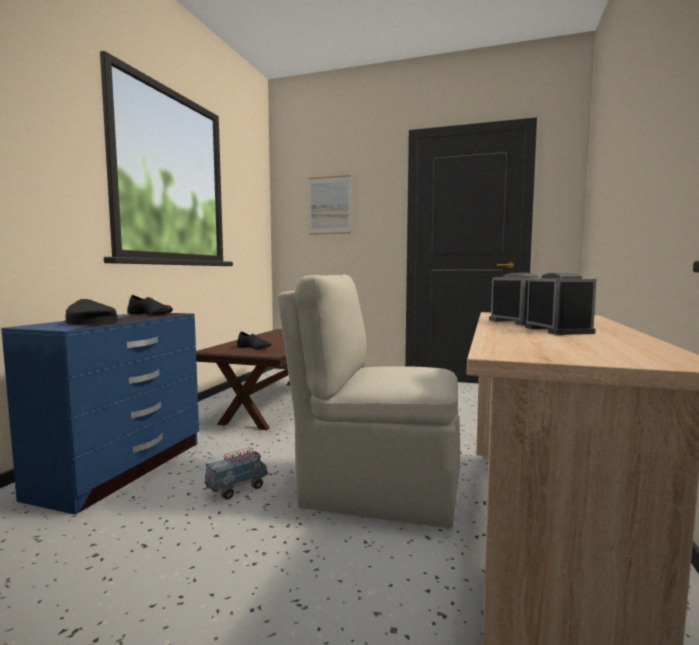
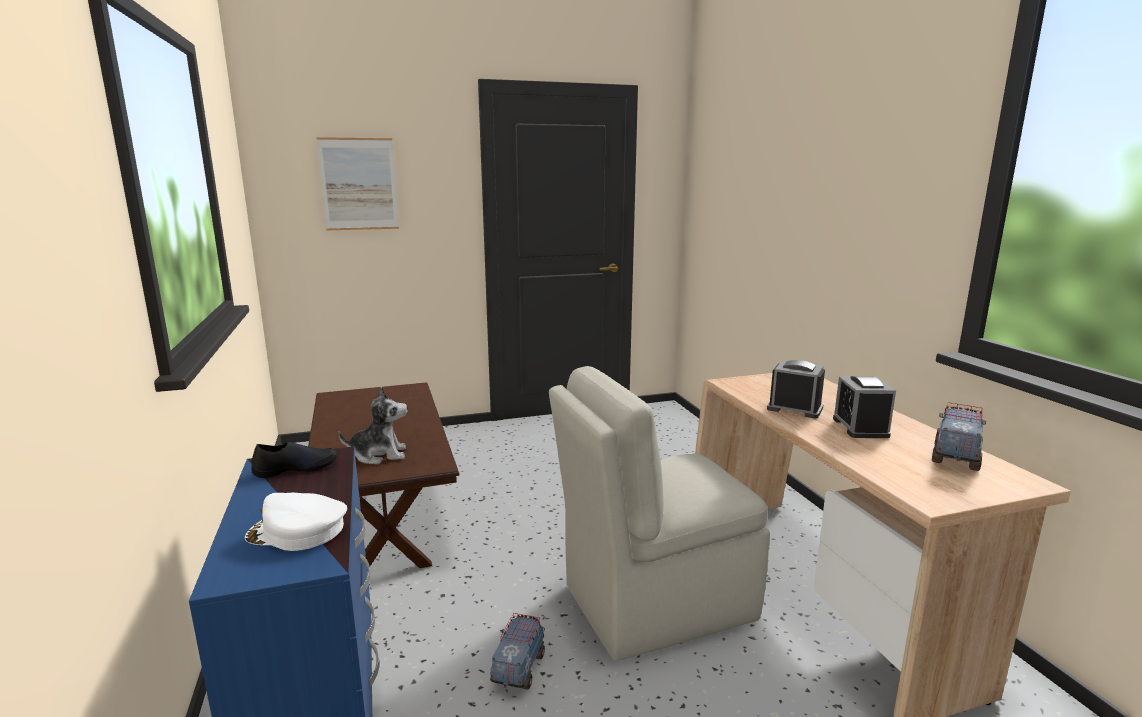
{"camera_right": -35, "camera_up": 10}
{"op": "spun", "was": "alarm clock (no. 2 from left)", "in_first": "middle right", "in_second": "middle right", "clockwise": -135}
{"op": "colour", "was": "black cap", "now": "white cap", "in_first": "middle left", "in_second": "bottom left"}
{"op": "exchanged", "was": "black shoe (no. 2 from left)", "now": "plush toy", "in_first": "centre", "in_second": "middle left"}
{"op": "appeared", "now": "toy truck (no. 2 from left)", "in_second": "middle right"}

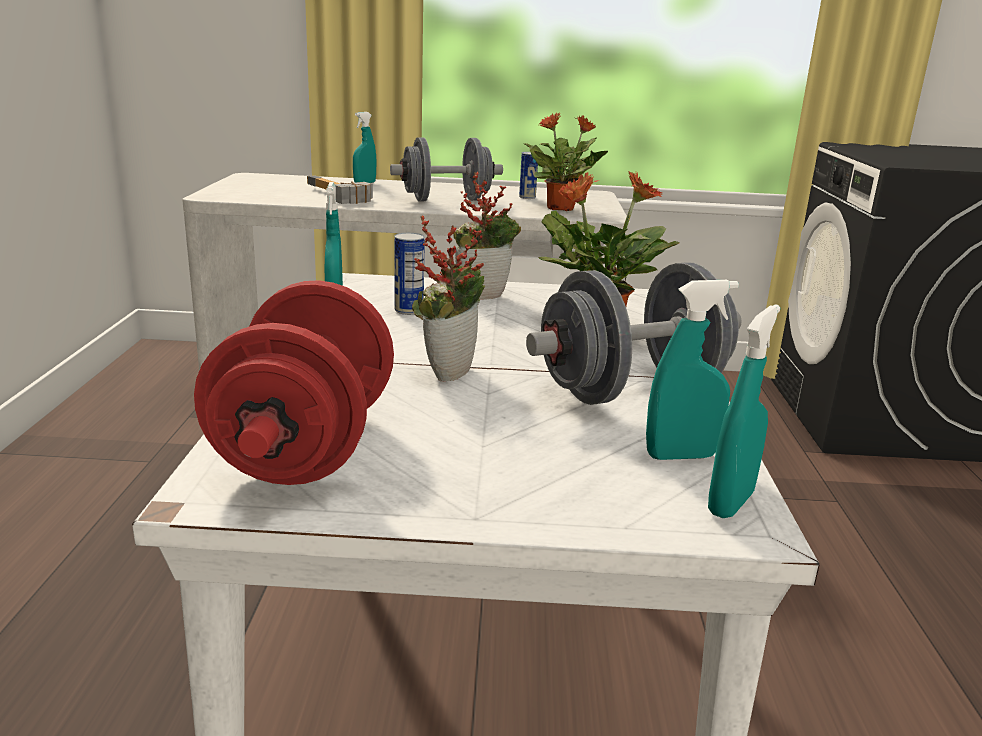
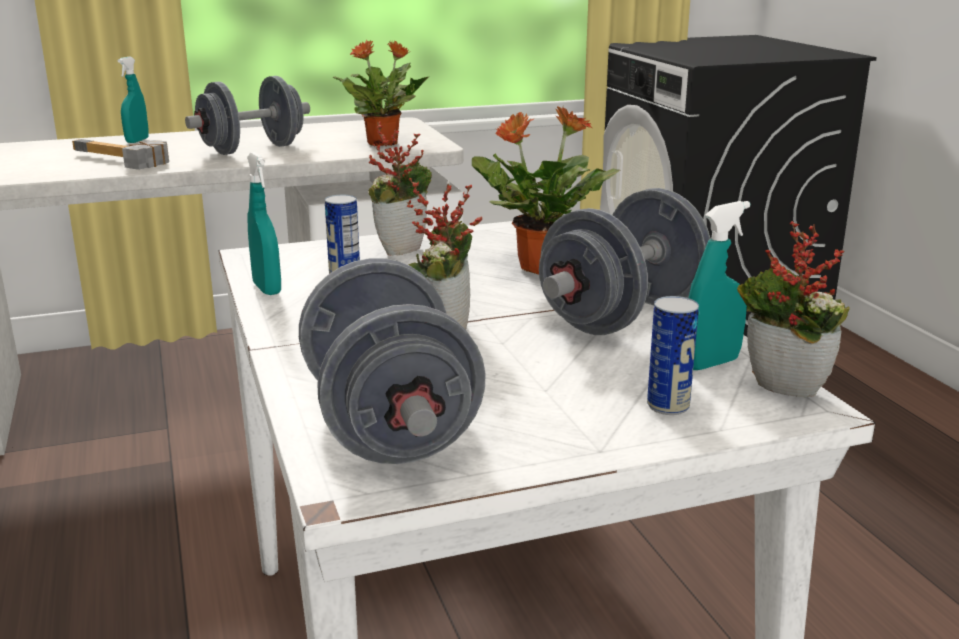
{"camera_right": -20, "camera_up": 0}
{"op": "relocated", "was": "can (no. 2 from left)", "in_first": "top centre", "in_second": "middle right"}
{"op": "colour", "was": "red dumbbell", "now": "grey dumbbell (no. 2 from left)", "in_first": "middle left", "in_second": "centre"}
{"op": "exchanged", "was": "turquoise spray bottle (no. 4 from left)", "now": "potted plant (no. 5 from left)", "in_first": "middle right", "in_second": "middle right"}

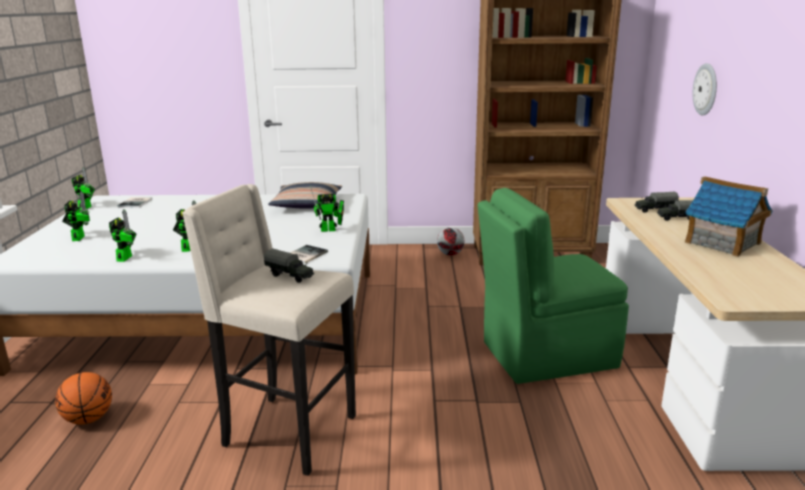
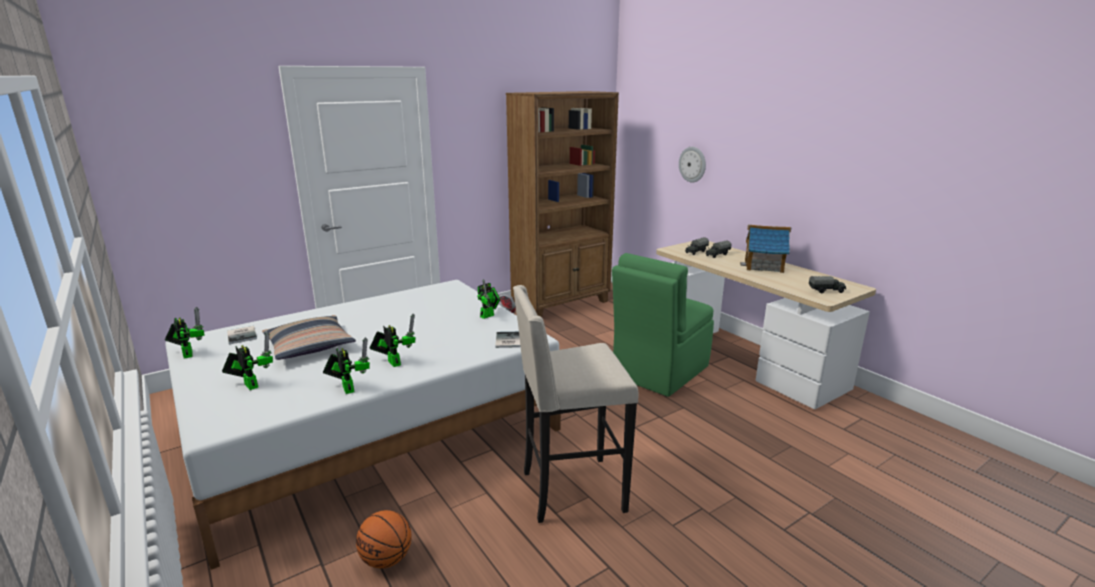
{"camera_right": -35, "camera_up": 0}
{"op": "relocated", "was": "pillow", "in_first": "centre", "in_second": "middle left"}
{"op": "relocated", "was": "toy truck (no. 1 from left in the first image)", "now": "toy truck (no. 3 from left)", "in_first": "centre", "in_second": "middle right"}

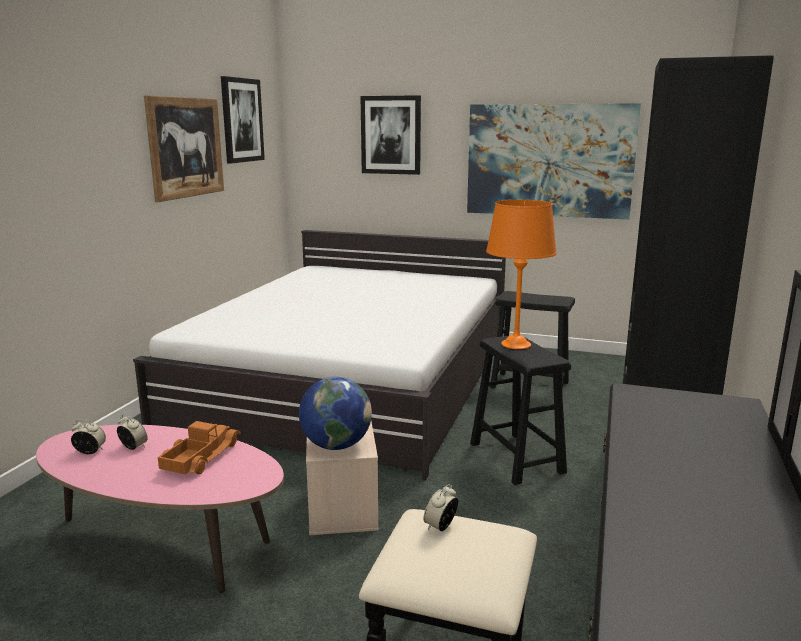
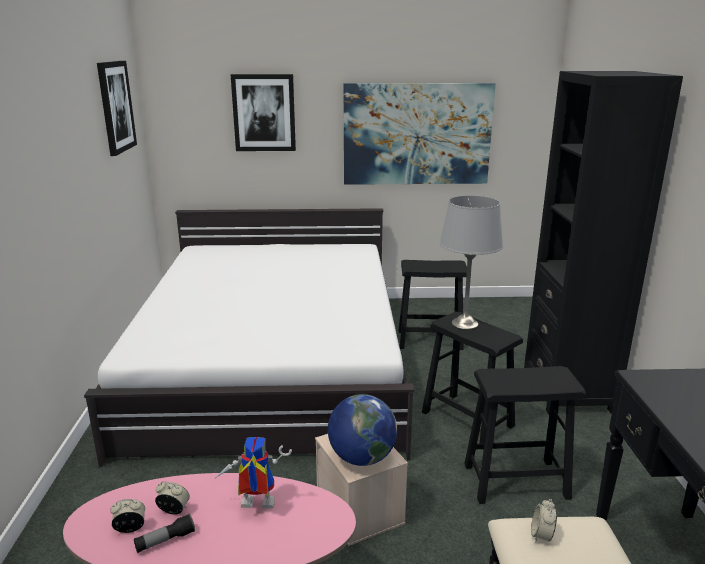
{"camera_right": -20, "camera_up": 5}
{"op": "missing", "was": "picture (no. 1 from left)", "in_first": "top left"}
{"op": "colour", "was": "orange table lamp", "now": "grey table lamp", "in_first": "centre", "in_second": "middle right"}
{"op": "exchanged", "was": "toy truck", "now": "toy robot", "in_first": "bottom left", "in_second": "bottom centre"}
{"op": "appeared", "now": "black stool (no. 3 from left)", "in_second": "bottom right"}
{"op": "appeared", "now": "flashlight", "in_second": "bottom left"}

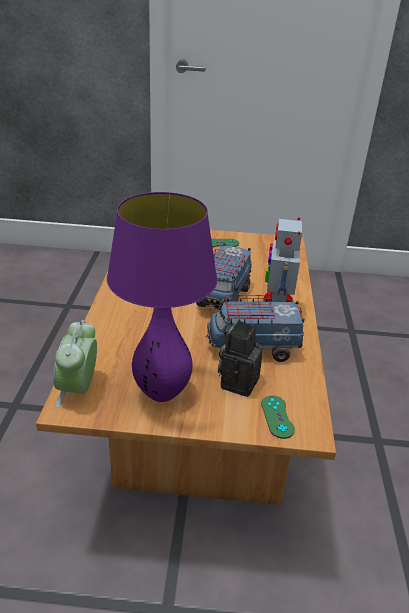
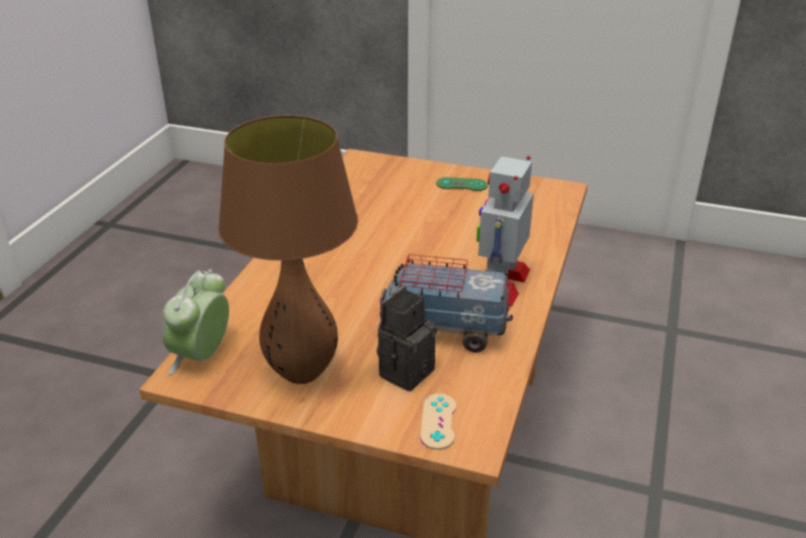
{"camera_right": 15, "camera_up": 0}
{"op": "colour", "was": "purple table lamp", "now": "brown table lamp", "in_first": "centre", "in_second": "centre"}
{"op": "missing", "was": "toy truck (no. 1 from left)", "in_first": "centre"}
{"op": "colour", "was": "green game controller (no. 2 from left)", "now": "beige game controller", "in_first": "bottom right", "in_second": "bottom centre"}

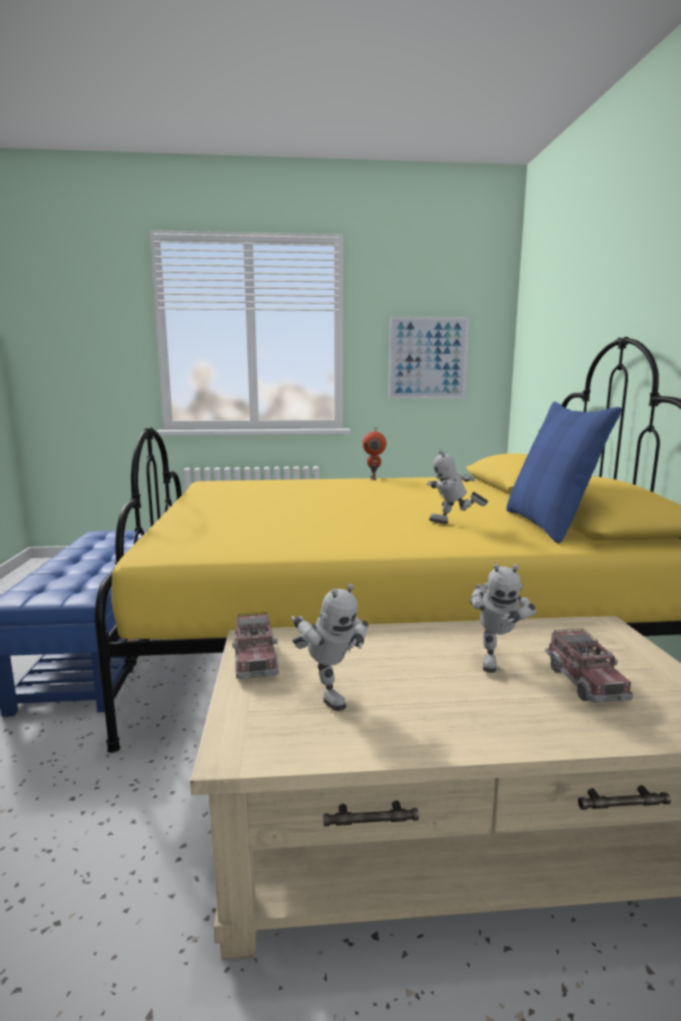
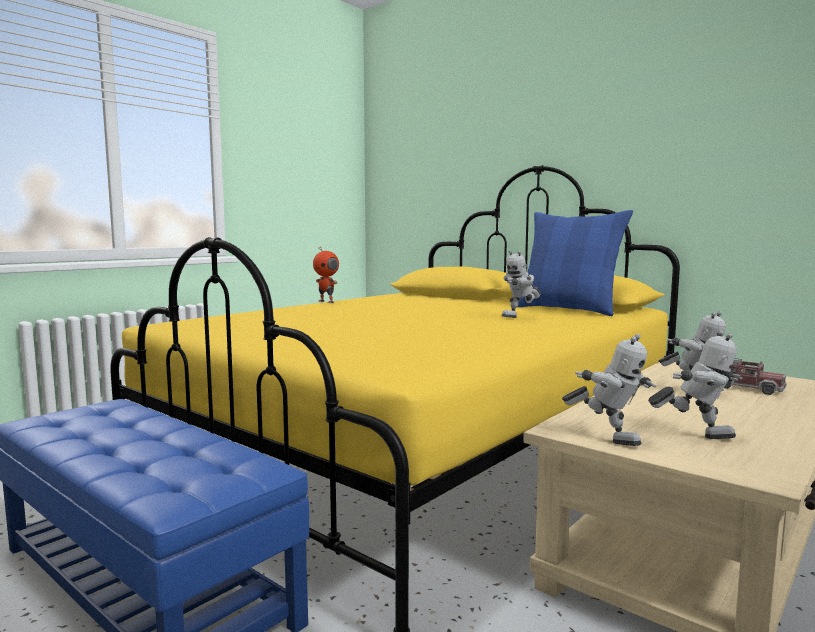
{"camera_right": -45, "camera_up": -5}
{"op": "missing", "was": "picture", "in_first": "centre"}
{"op": "exchanged", "was": "toy truck (no. 1 from left)", "now": "toy robot (no. 3 from left)", "in_first": "centre", "in_second": "middle right"}

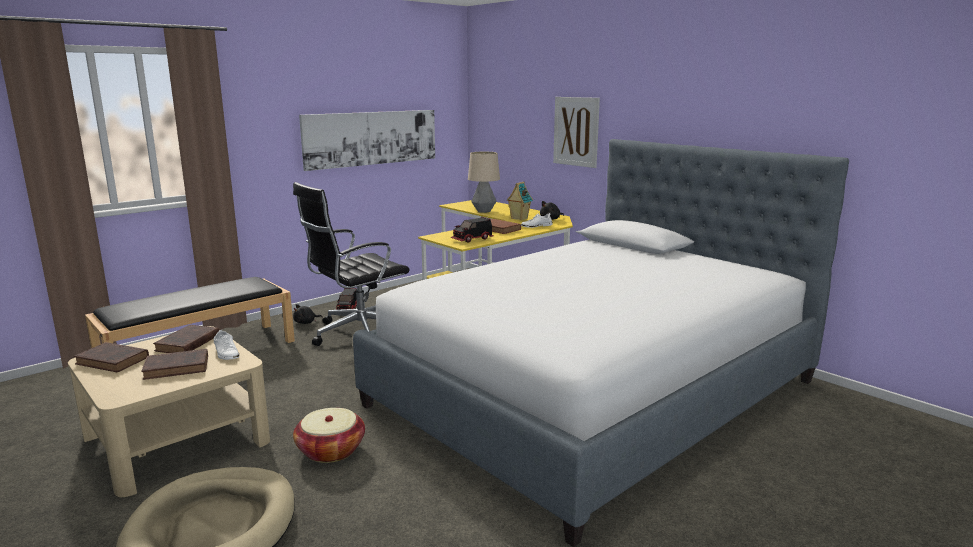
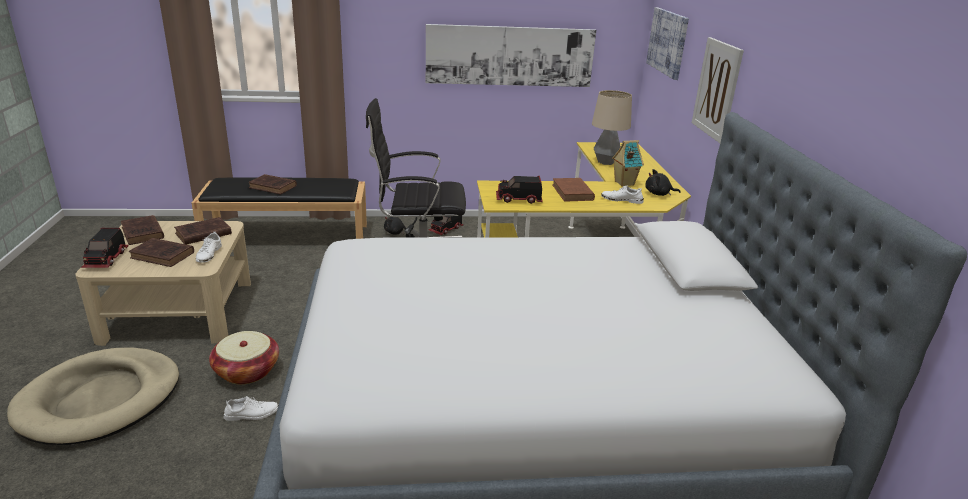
{"camera_right": 35, "camera_up": 10}
{"op": "appeared", "now": "picture (no. 2 from left)", "in_second": "top right"}
{"op": "appeared", "now": "brown book (no. 4 from left)", "in_second": "middle left"}
{"op": "appeared", "now": "toy truck (no. 1 from left)", "in_second": "middle left"}
{"op": "appeared", "now": "white shoe (no. 2 from left)", "in_second": "bottom left"}

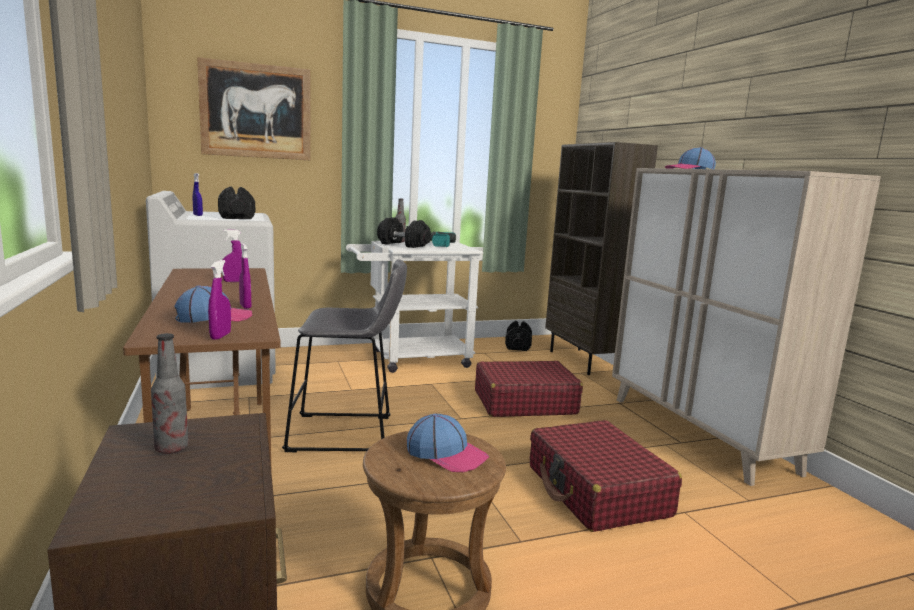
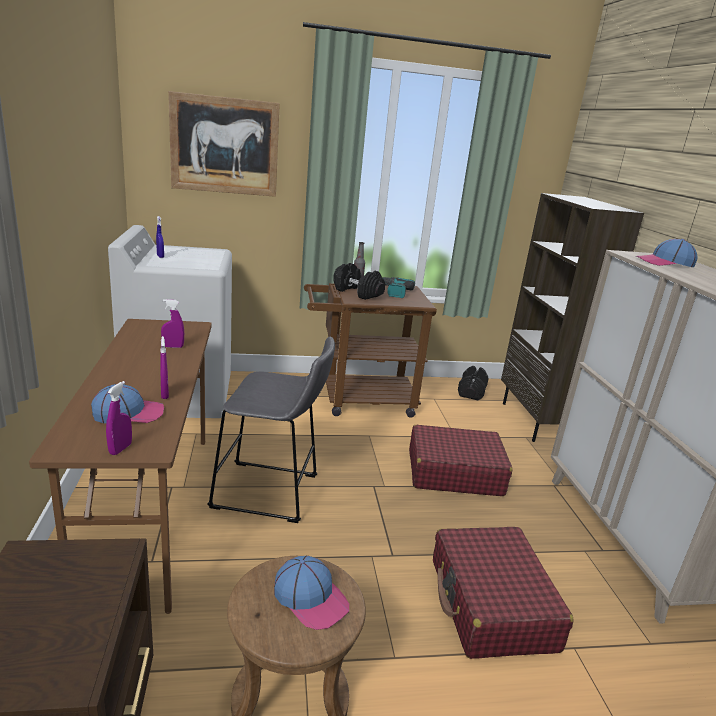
{"camera_right": 10, "camera_up": 10}
{"op": "missing", "was": "black dumbbell (no. 1 from left)", "in_first": "top left"}
{"op": "colour", "was": "white cart", "now": "brown cart", "in_first": "centre", "in_second": "centre"}
{"op": "missing", "was": "bottle (no. 1 from left)", "in_first": "middle left"}

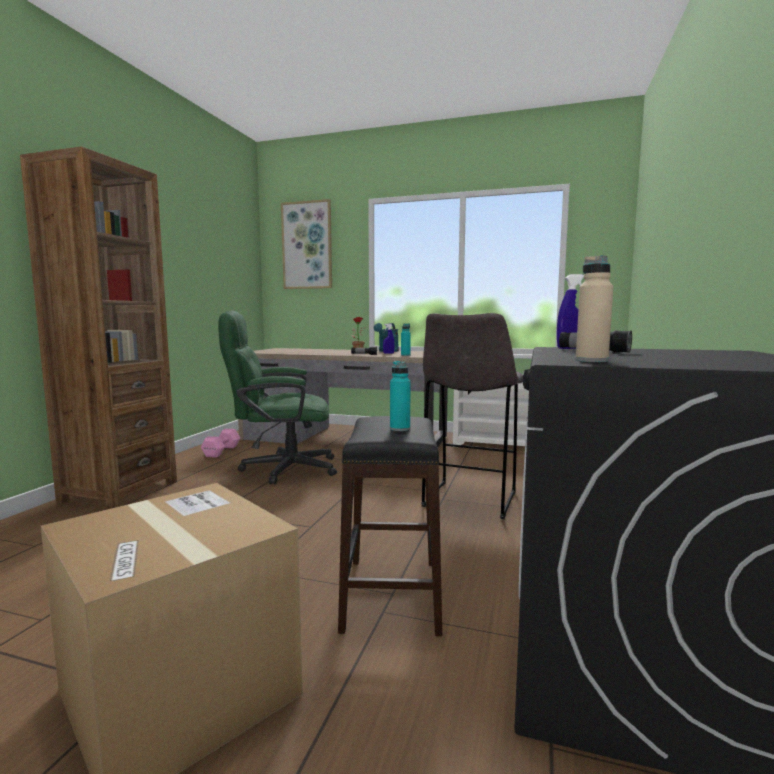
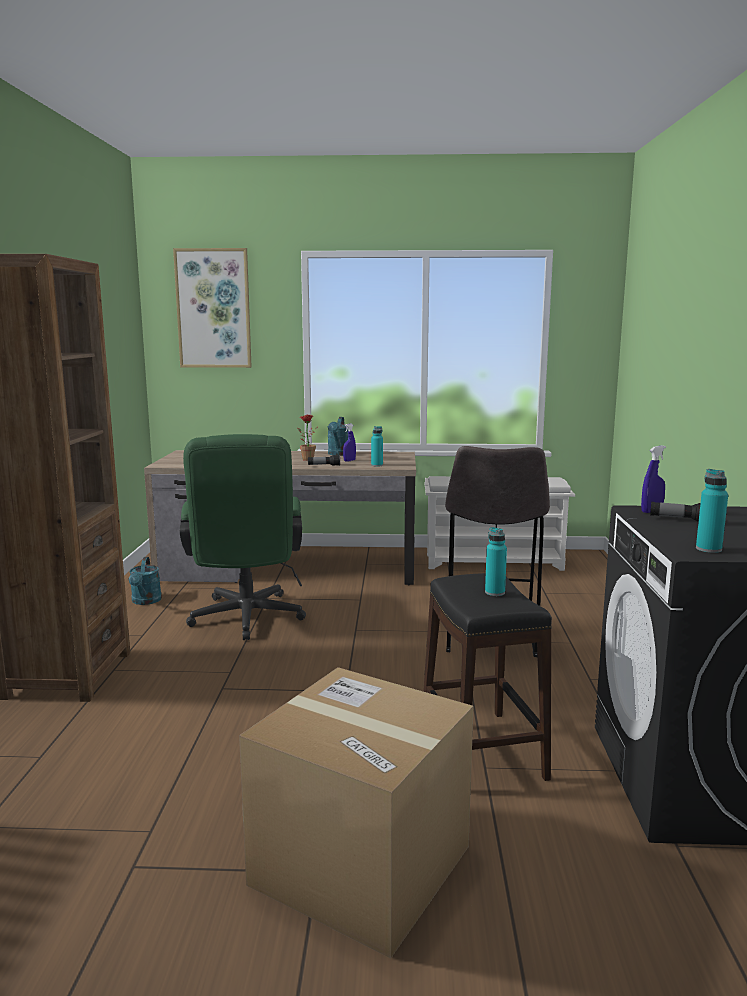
{"camera_right": -15, "camera_up": 5}
{"op": "colour", "was": "beige bottle", "now": "turquoise bottle (no. 3 from left)", "in_first": "middle right", "in_second": "middle right"}
{"op": "spun", "was": "green office chair", "in_first": "centre", "in_second": "middle left", "clockwise": -75}
{"op": "exchanged", "was": "pink dumbbell", "now": "turquoise watering can (no. 1 from left)", "in_first": "middle left", "in_second": "middle left"}

